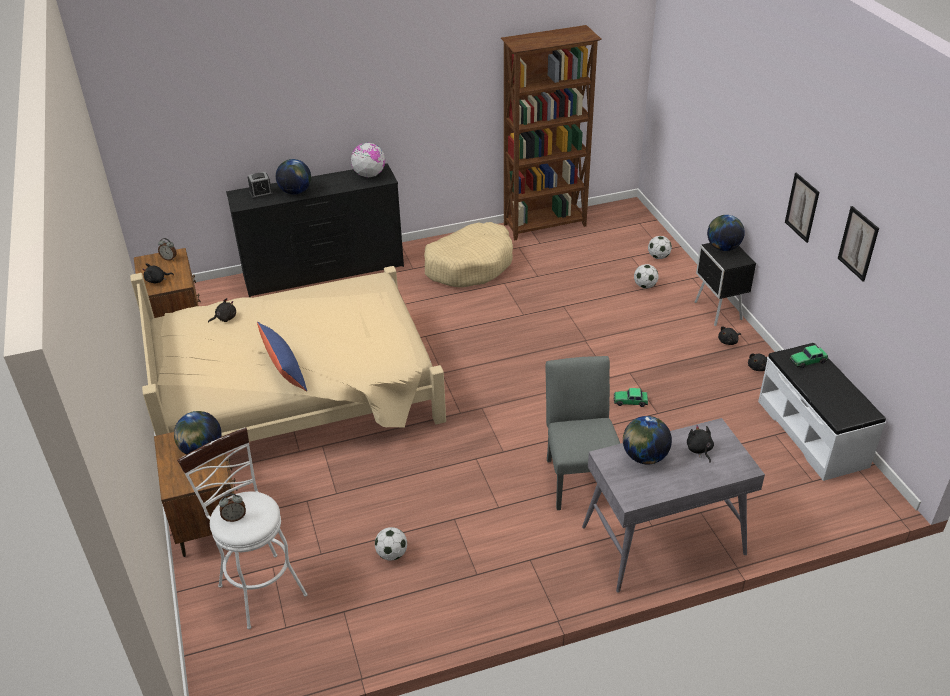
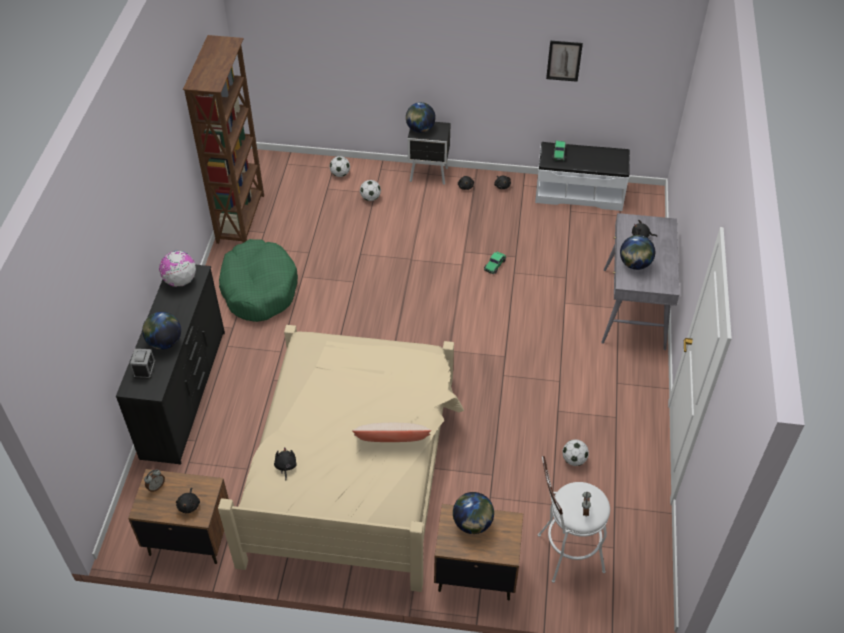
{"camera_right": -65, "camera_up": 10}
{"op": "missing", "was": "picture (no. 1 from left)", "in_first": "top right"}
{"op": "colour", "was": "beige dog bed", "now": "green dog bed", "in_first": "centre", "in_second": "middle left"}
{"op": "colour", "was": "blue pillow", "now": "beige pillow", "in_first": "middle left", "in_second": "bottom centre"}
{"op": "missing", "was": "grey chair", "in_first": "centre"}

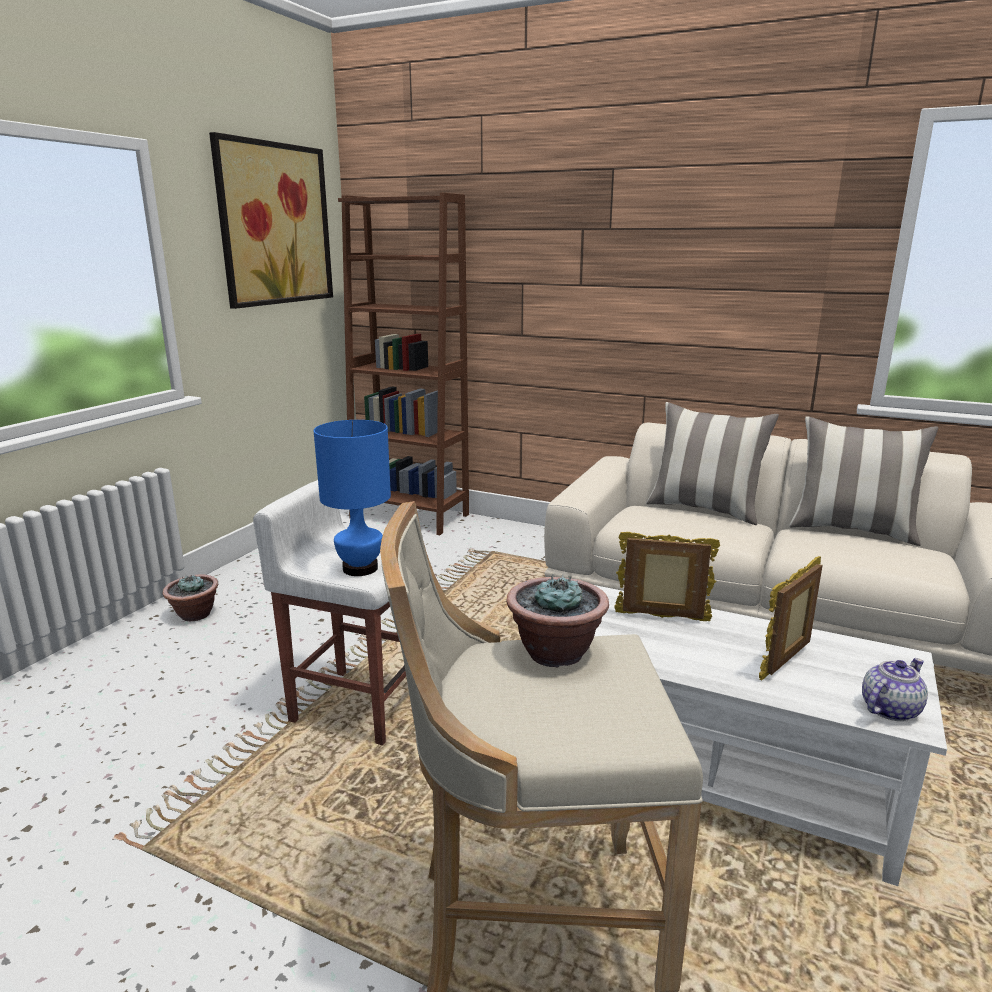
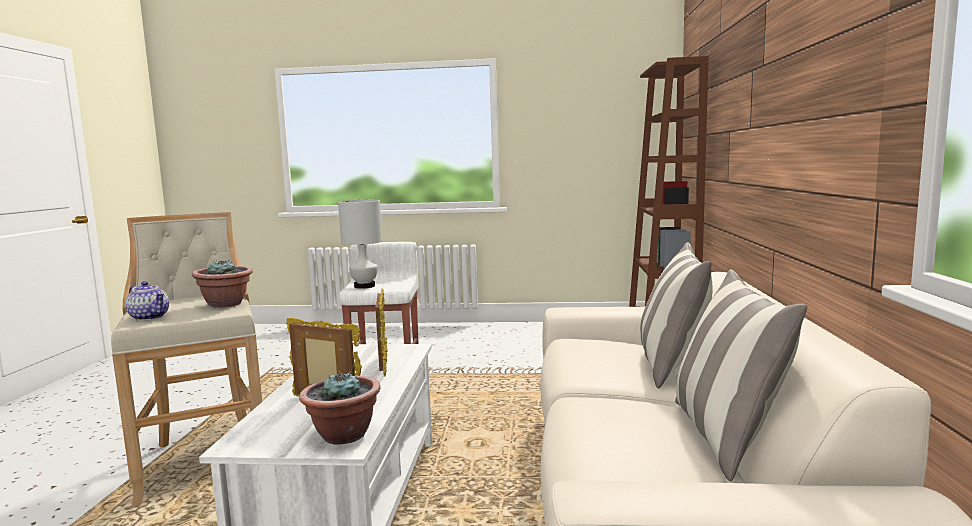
{"camera_right": 70, "camera_up": -10}
{"op": "missing", "was": "picture", "in_first": "top left"}
{"op": "colour", "was": "blue table lamp", "now": "white table lamp", "in_first": "centre", "in_second": "centre"}
{"op": "relocated", "was": "potted plant (no. 1 from left in the first image)", "now": "potted plant (no. 2 from left)", "in_first": "middle left", "in_second": "bottom centre"}
{"op": "relocated", "was": "teapot", "in_first": "bottom right", "in_second": "middle left"}

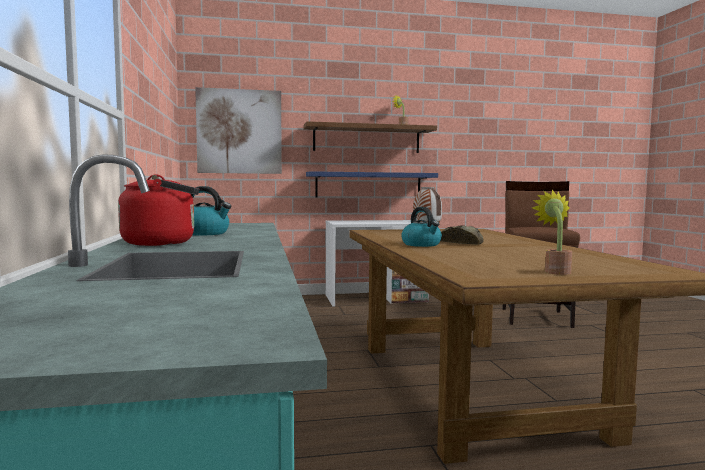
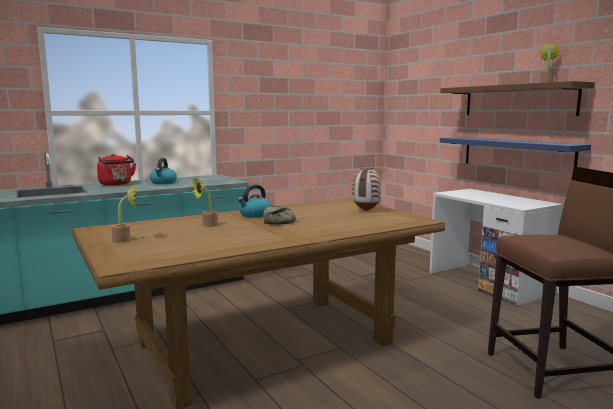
{"camera_right": 70, "camera_up": 5}
{"op": "missing", "was": "picture", "in_first": "top centre"}
{"op": "appeared", "now": "potted plant (no. 2 from left)", "in_second": "middle left"}

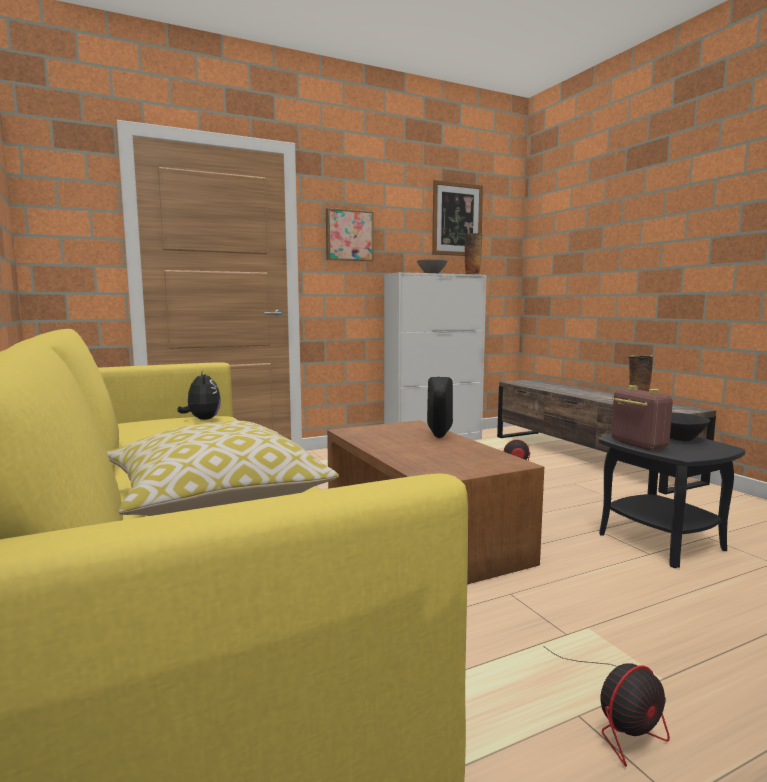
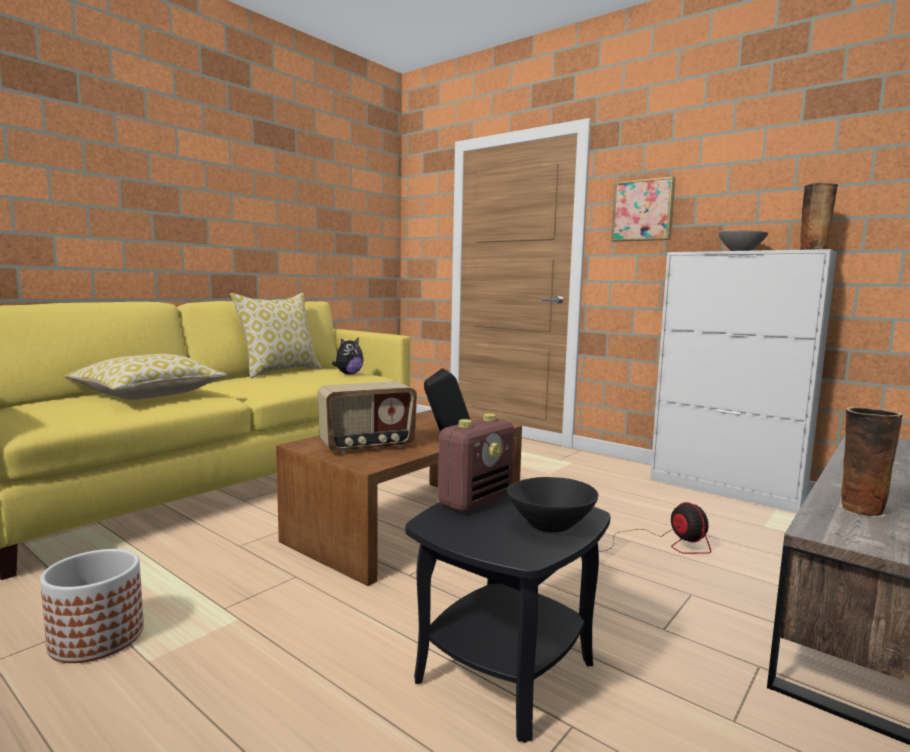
{"camera_right": 65, "camera_up": 0}
{"op": "missing", "was": "picture (no. 2 from left)", "in_first": "top centre"}
{"op": "exchanged", "was": "fan (no. 2 from left)", "now": "planter", "in_first": "bottom right", "in_second": "bottom left"}
{"op": "appeared", "now": "pillow (no. 2 from left)", "in_second": "middle left"}
{"op": "appeared", "now": "radio (no. 1 from left)", "in_second": "centre"}

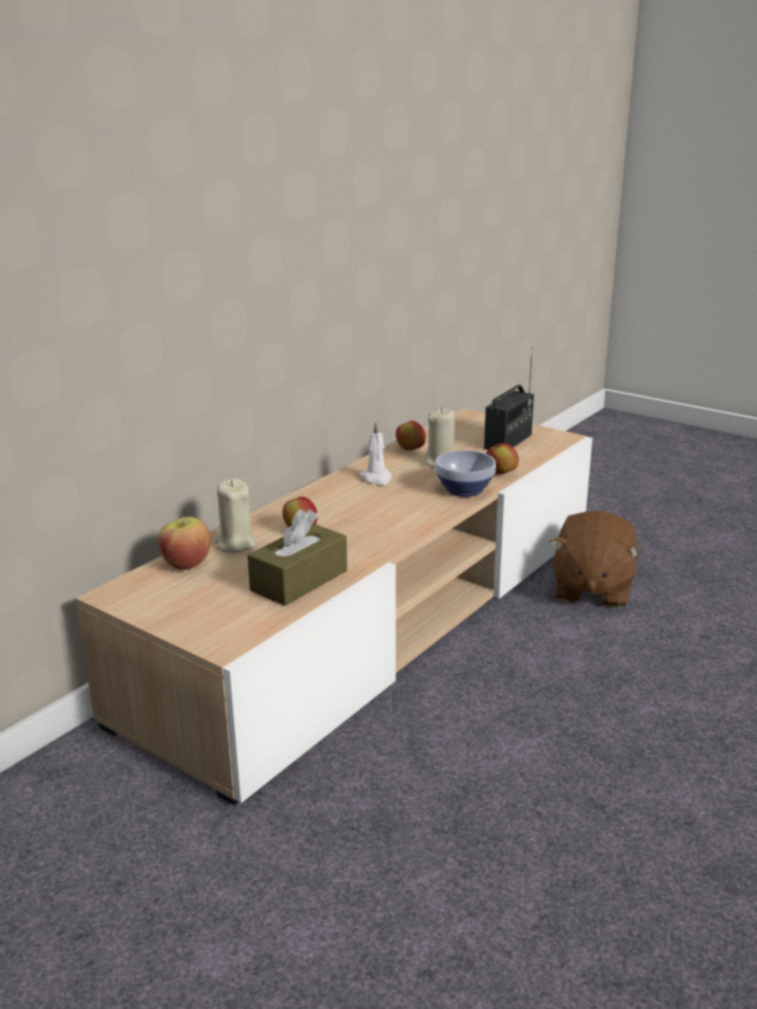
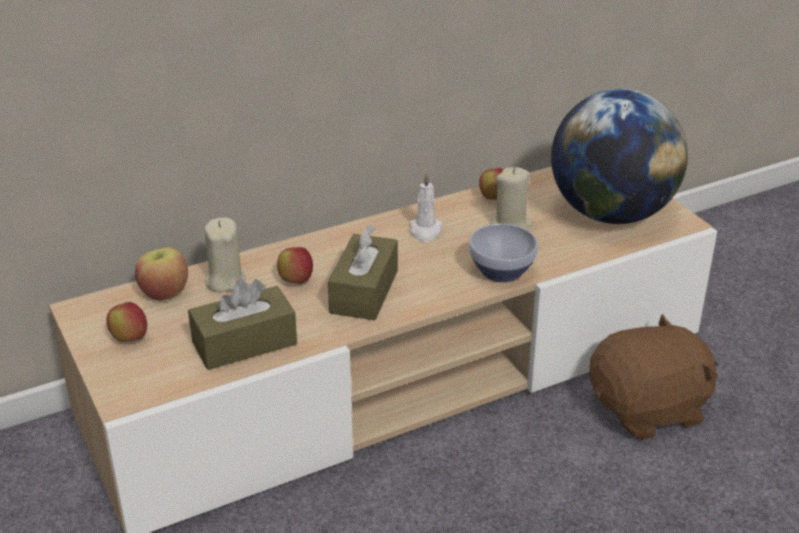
{"camera_right": 25, "camera_up": 10}
{"op": "exchanged", "was": "radio", "now": "globe", "in_first": "middle right", "in_second": "top right"}
{"op": "relocated", "was": "apple (no. 4 from left in the first image)", "now": "apple (no. 1 from left)", "in_first": "centre", "in_second": "middle left"}
{"op": "spun", "was": "brown plush toy", "in_first": "middle right", "in_second": "bottom right", "clockwise": -150}
{"op": "appeared", "now": "brown tissue box (no. 2 from left)", "in_second": "centre"}

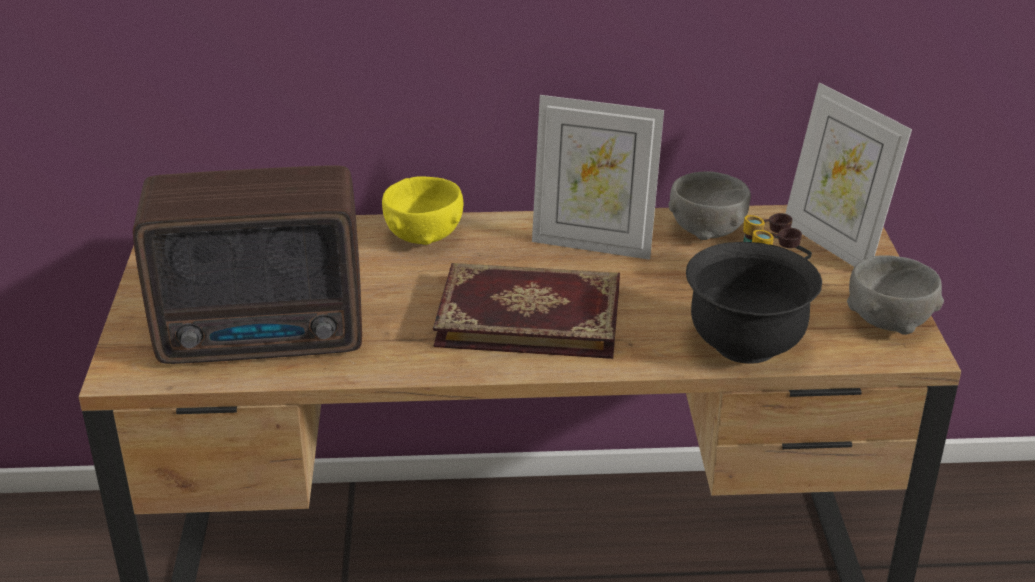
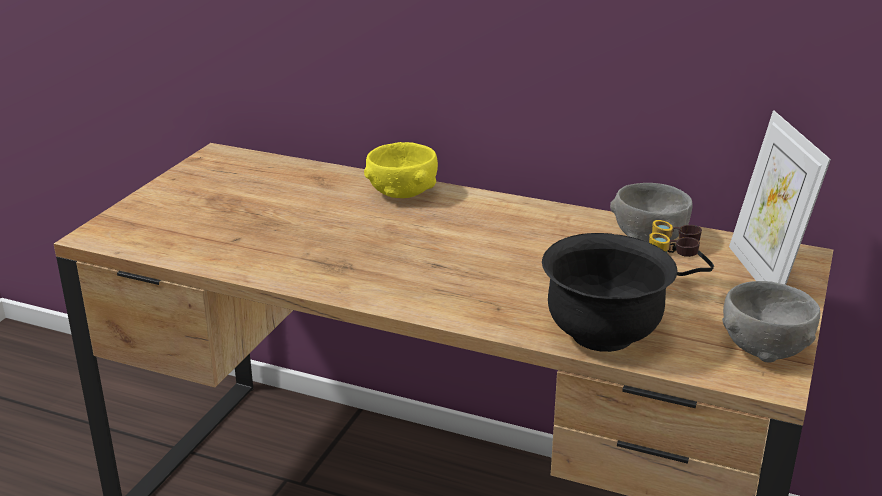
{"camera_right": 25, "camera_up": -5}
{"op": "missing", "was": "picture frame (no. 1 from left)", "in_first": "top centre"}
{"op": "missing", "was": "radio", "in_first": "middle left"}
{"op": "missing", "was": "book", "in_first": "centre"}

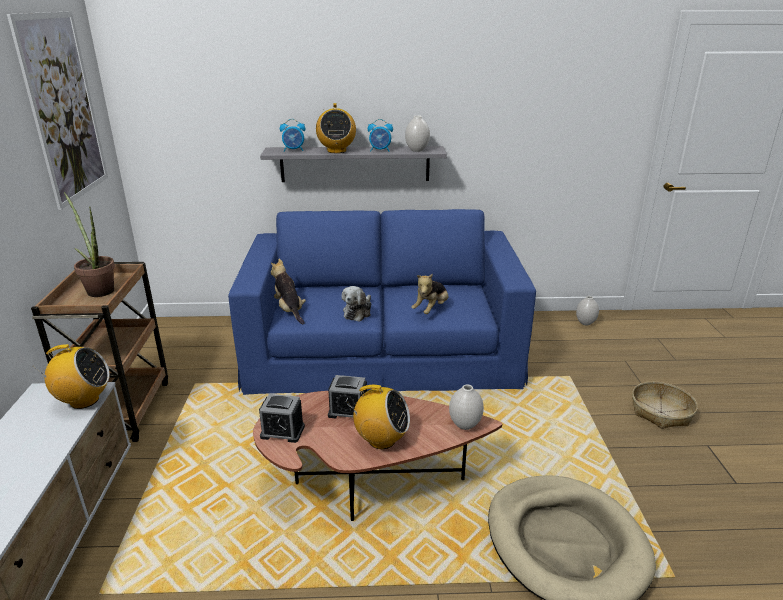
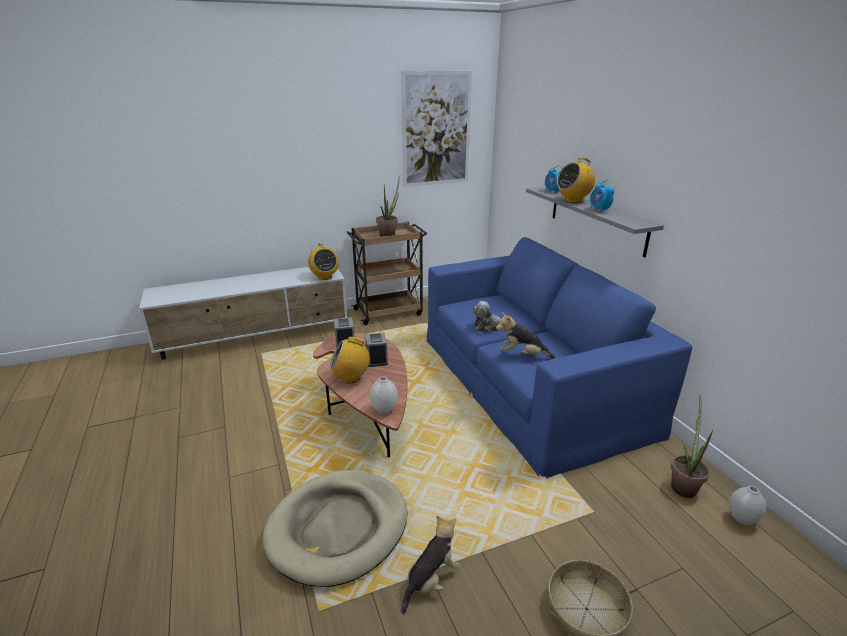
{"camera_right": 70, "camera_up": 0}
{"op": "missing", "was": "white vase (no. 1 from left)", "in_first": "top centre"}
{"op": "relocated", "was": "plush toy (no. 1 from left)", "in_first": "centre", "in_second": "bottom centre"}
{"op": "spun", "was": "radio (no. 3 from left in the first image)", "in_first": "bottom centre", "in_second": "centre", "clockwise": 90}
{"op": "appeared", "now": "potted plant (no. 2 from left)", "in_second": "bottom right"}

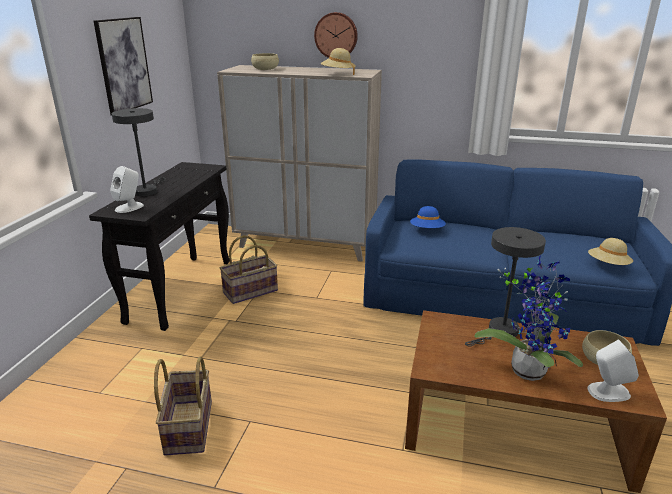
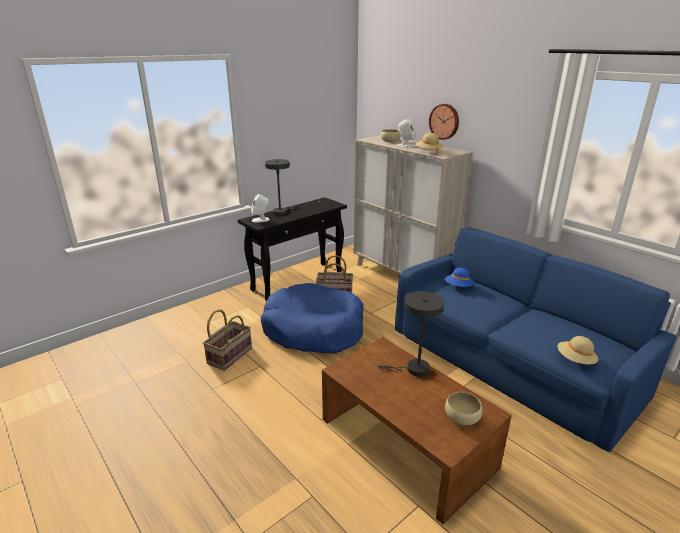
{"camera_right": 35, "camera_up": 0}
{"op": "missing", "was": "picture", "in_first": "top left"}
{"op": "missing", "was": "potted plant", "in_first": "middle right"}
{"op": "relocated", "was": "white speaker (no. 2 from left)", "in_first": "bottom right", "in_second": "top centre"}
{"op": "appeared", "now": "blue dog bed", "in_second": "centre"}

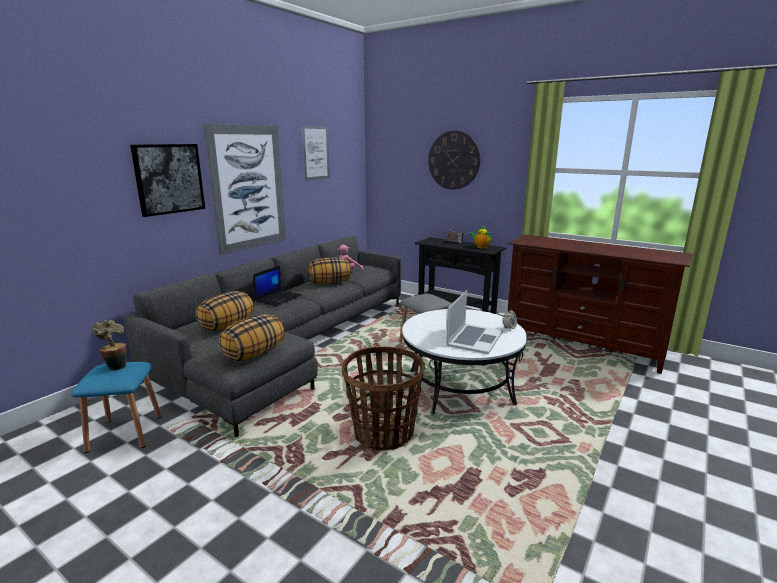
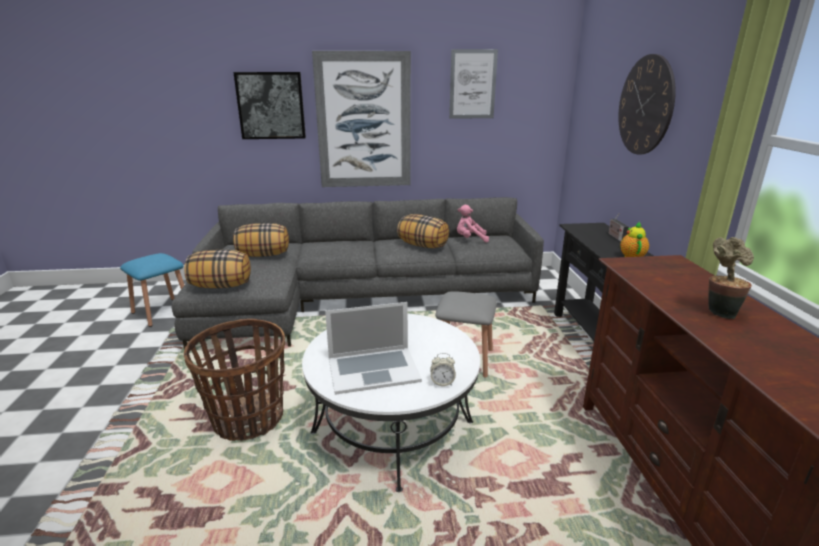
{"camera_right": 50, "camera_up": 5}
{"op": "missing", "was": "laptop (no. 1 from left)", "in_first": "centre"}
{"op": "relocated", "was": "potted plant", "in_first": "middle left", "in_second": "middle right"}

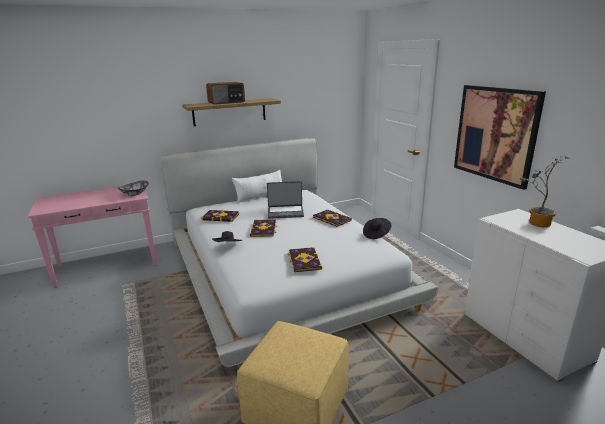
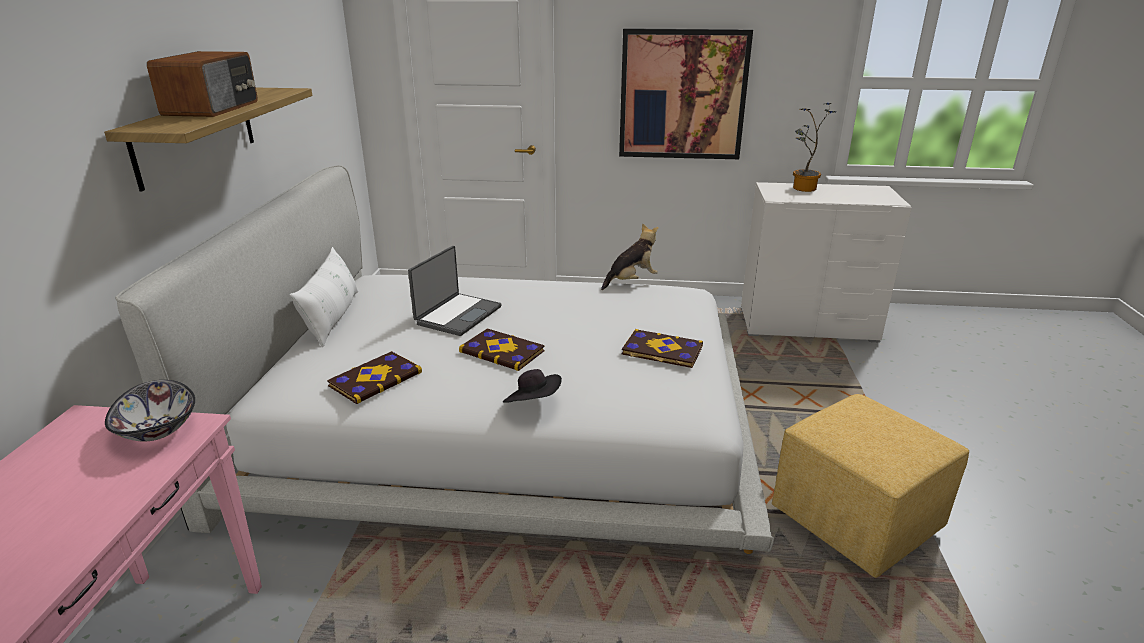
{"camera_right": -60, "camera_up": 5}
{"op": "missing", "was": "book (no. 4 from left)", "in_first": "centre"}
{"op": "exchanged", "was": "black hat (no. 2 from left)", "now": "plush toy", "in_first": "centre", "in_second": "centre"}

